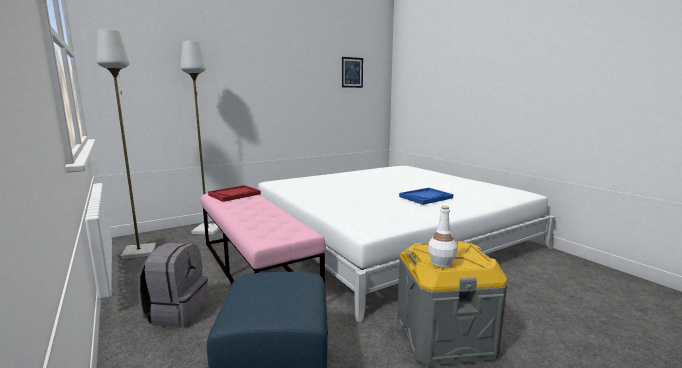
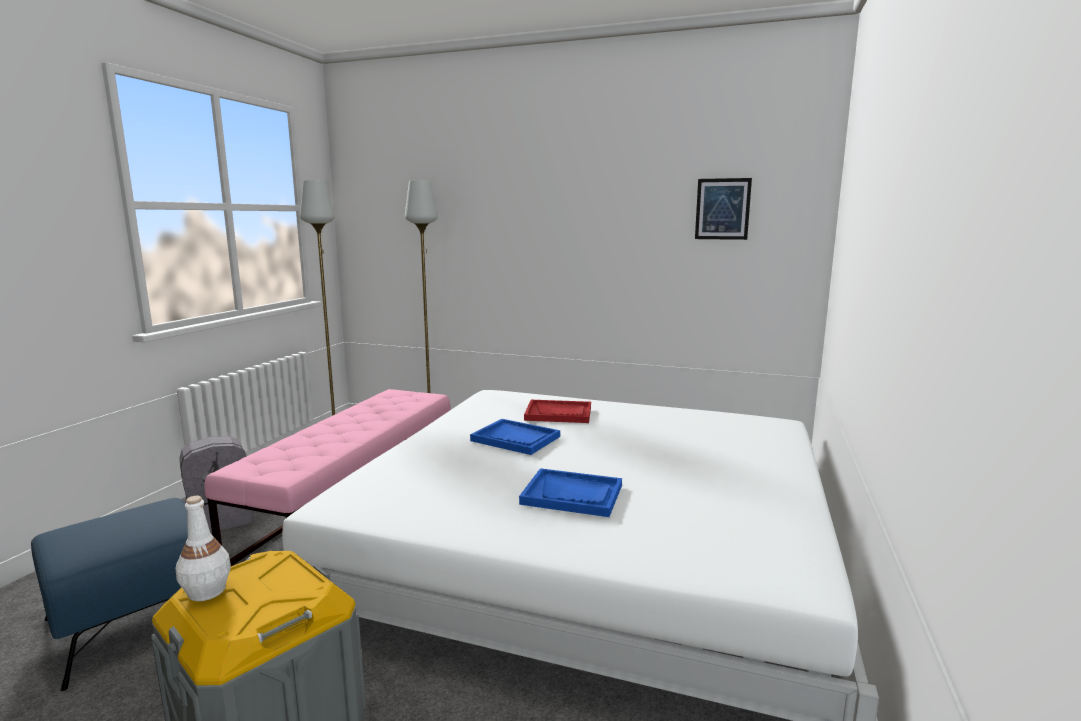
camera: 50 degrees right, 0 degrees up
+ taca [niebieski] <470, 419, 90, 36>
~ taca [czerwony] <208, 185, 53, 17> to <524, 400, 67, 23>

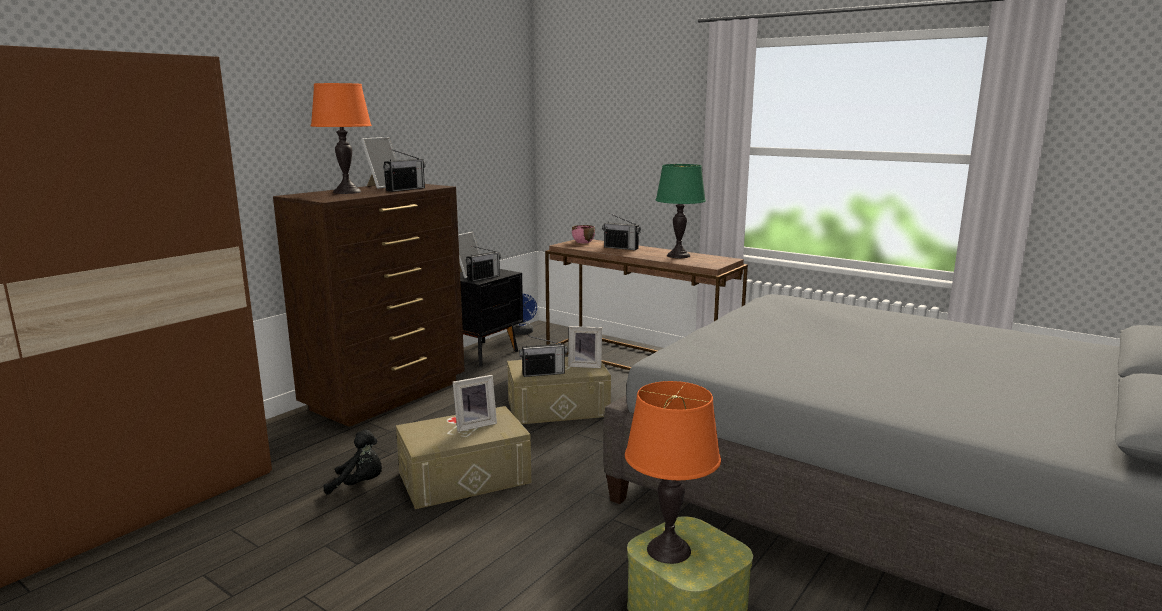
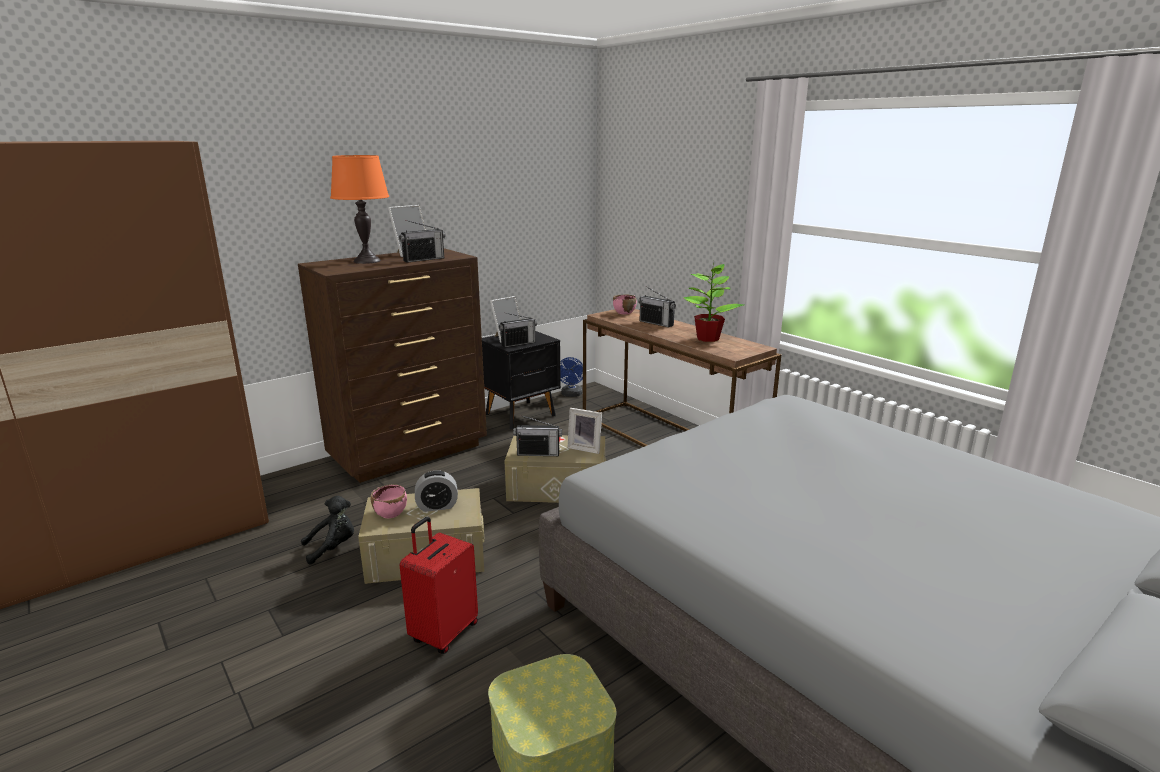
camera: 15 degrees right, 5 degrees up
~ pluszak [czarny] <323, 430, 59, 65> = <301, 496, 53, 69> 45 degrees counterclockwise
+ miska [różowy] <370, 484, 37, 34>
+ walizka [czerwony] <400, 517, 78, 137>
~ ramka na zdjęcie <453, 375, 44, 57> to budzik <415, 471, 43, 41>
~ lampa stołowa [zielony] <656, 164, 50, 94> to roślina doniczkowa <684, 261, 60, 81>
- lampa stołowa [pomarańczowy] <625, 381, 96, 183>

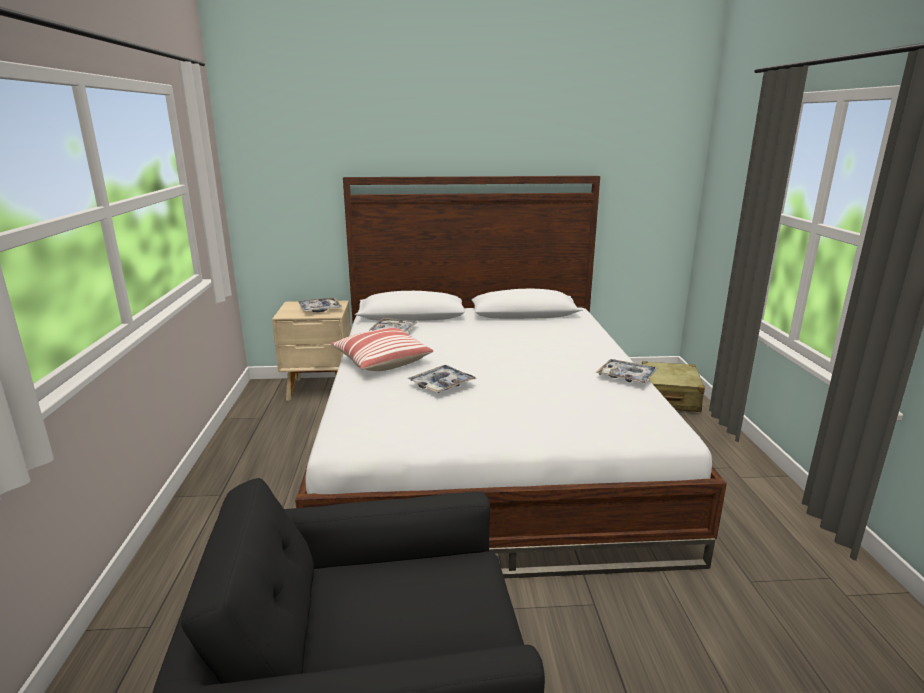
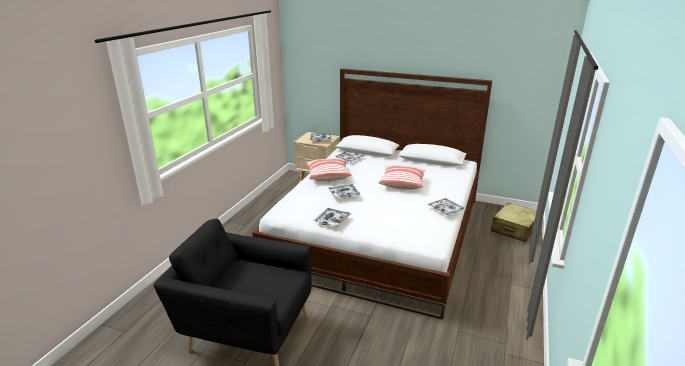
camera: 25 degrees right, 5 degrees up
+ taca <314, 208, 37, 19>
+ poduszka <379, 165, 47, 24>

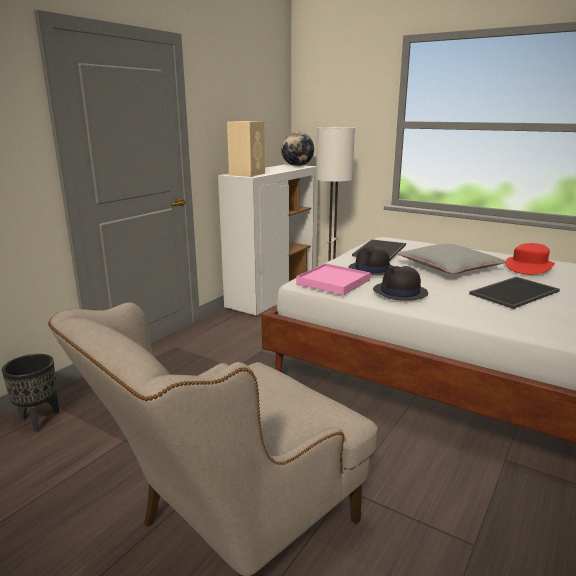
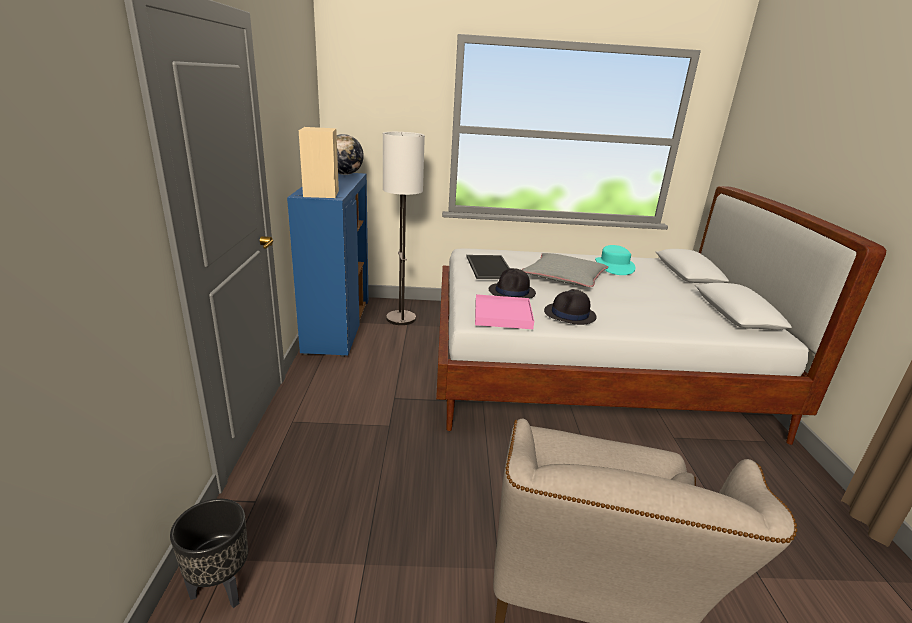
camera: 35 degrees left, 5 degrees up
~ szafka [biały] <218, 164, 100, 153> to szafka [niebieski] <287, 173, 82, 184>
~ kapelusz [czerwony] <505, 243, 50, 32> to kapelusz [turkusowy] <595, 245, 40, 30>
- taca <469, 277, 91, 32>

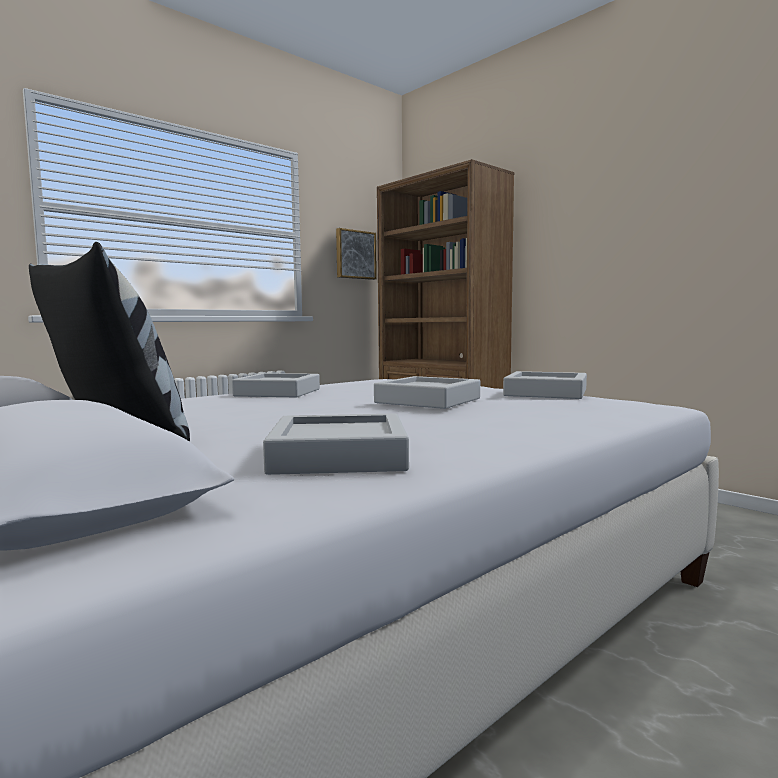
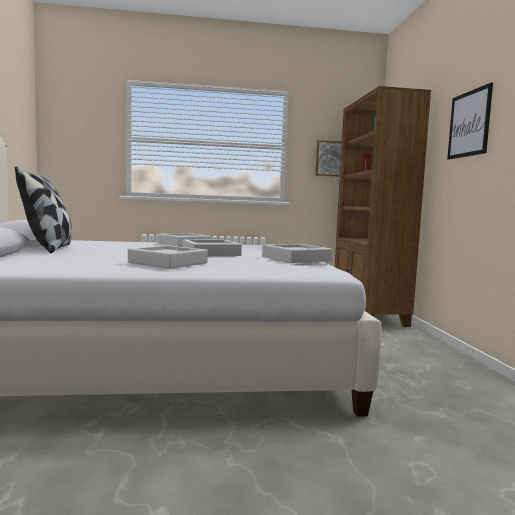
camera: 35 degrees right, 0 degrees up
~ taca [szary] <263, 414, 146, 61> to <128, 245, 80, 24>
+ obraz <447, 83, 46, 77>

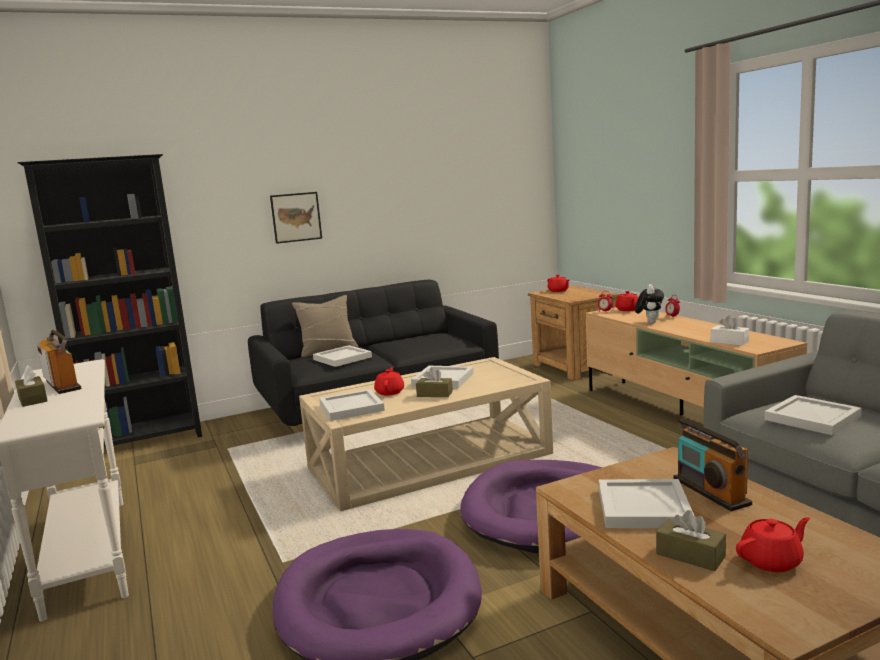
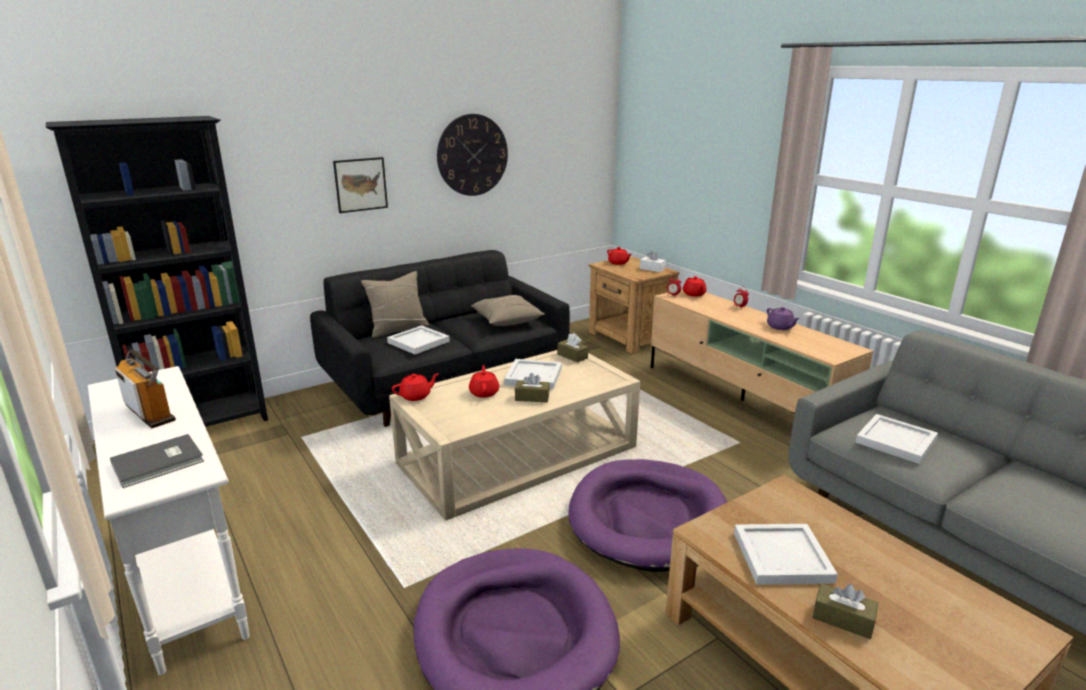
camera: 10 degrees left, 10 degrees up
+ książka [szary] <110, 434, 94, 54>
~ imbryk [czerwony] <736, 517, 74, 55> to <392, 373, 47, 28>
+ zegar ścienny <437, 114, 71, 82>
+ poduszka [beżowy] <471, 295, 74, 31>
~ pudełko chusteczek [brązowy] <15, 365, 33, 42> to <557, 333, 31, 30>
~ pudełko chusteczek [biały] <711, 315, 38, 31> to <640, 251, 26, 21>
+ imbryk [fioletowy] <767, 307, 33, 23>
- taca [biały] <319, 389, 66, 32>
- pluszak <635, 284, 29, 40>
- radio <674, 418, 78, 93>

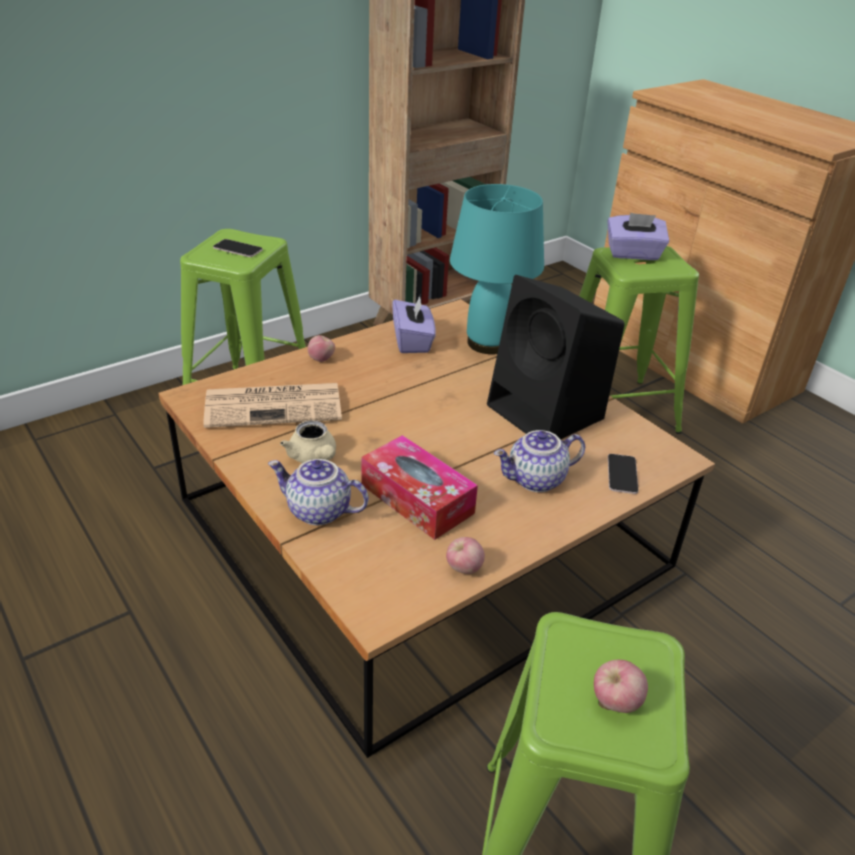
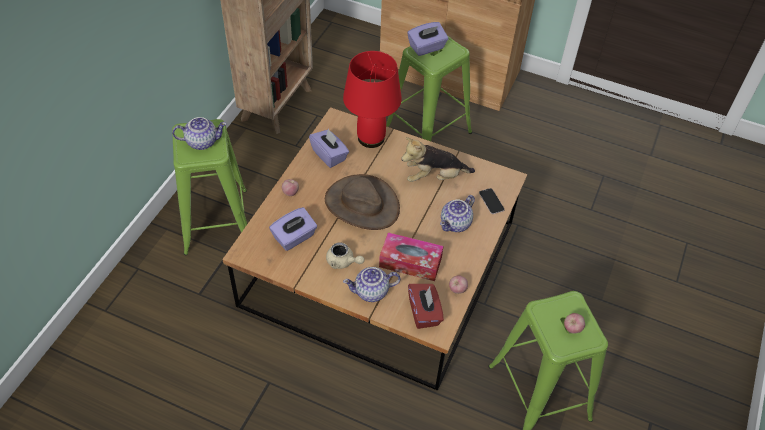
camera: 30 degrees left, 15 degrees up
~ telefon <213, 239, 50, 18> to imbryk <172, 117, 55, 33>
~ gazeta <203, 383, 139, 45> to pudełko chusteczek [fioletowy] <269, 207, 48, 44>
+ kapelusz [brązowy] <325, 174, 75, 56>
~ lampa stołowa [turkusowy] <450, 184, 94, 170> to lampa stołowa [czerwony] <343, 51, 59, 97>
~ głośnik [czarny] <487, 275, 138, 165> to pluszak <401, 137, 74, 45>
+ pudełko chusteczek [czerwony] <408, 284, 36, 45>

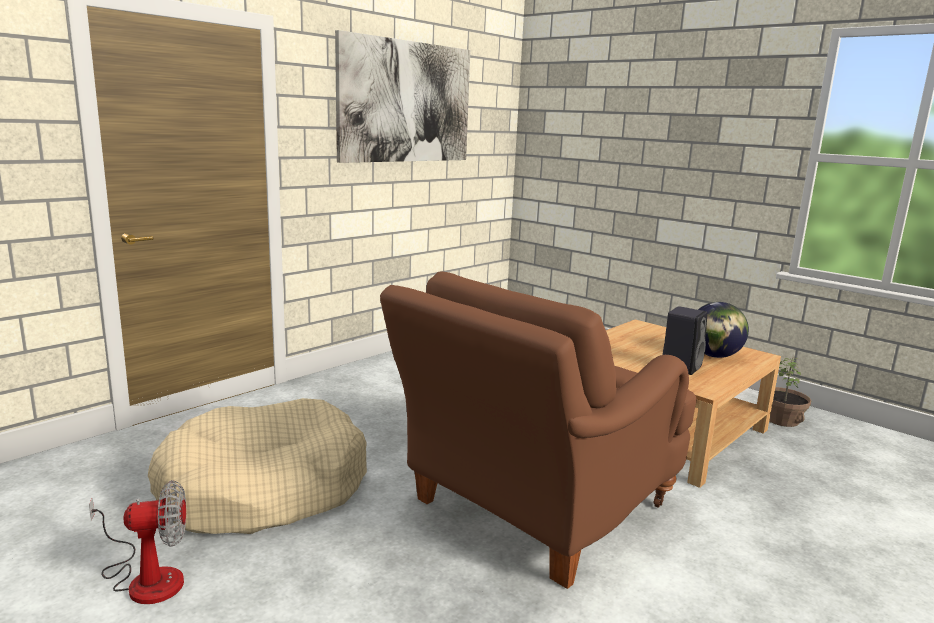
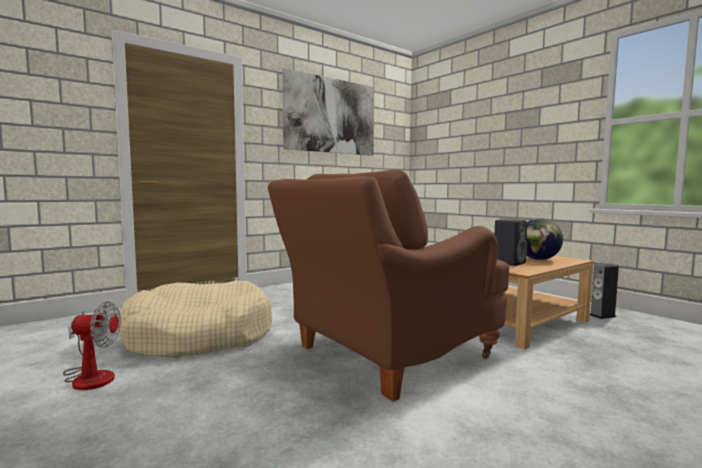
camera: 10 degrees right, 10 degrees down
~ roślina doniczkowa <769, 357, 42, 70> to głośnik <590, 263, 29, 56>

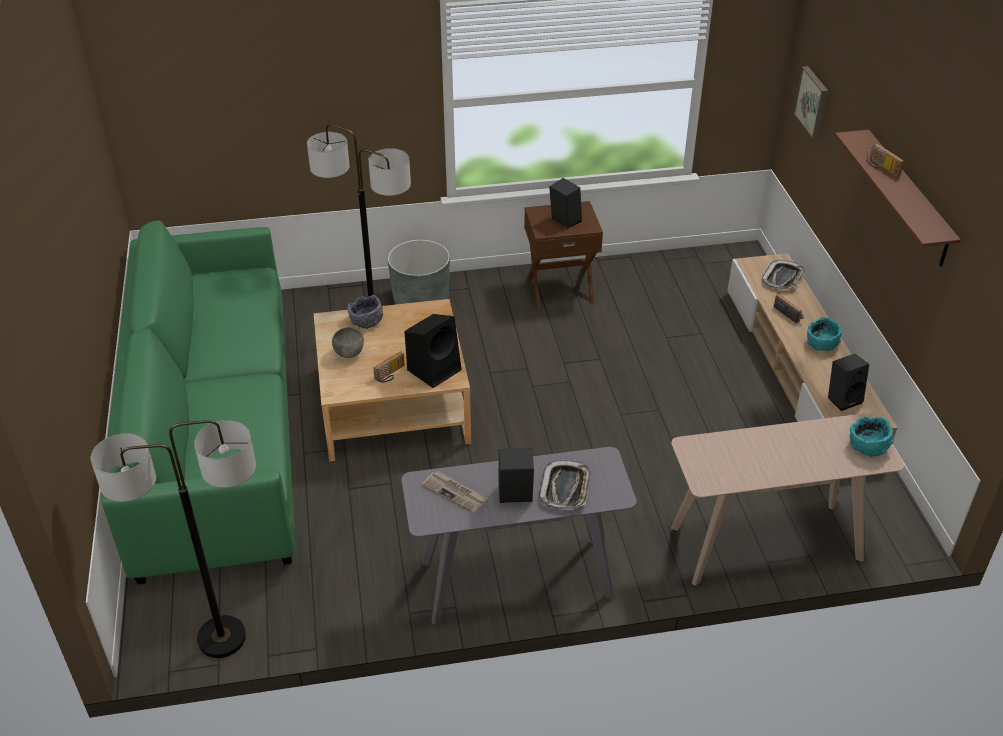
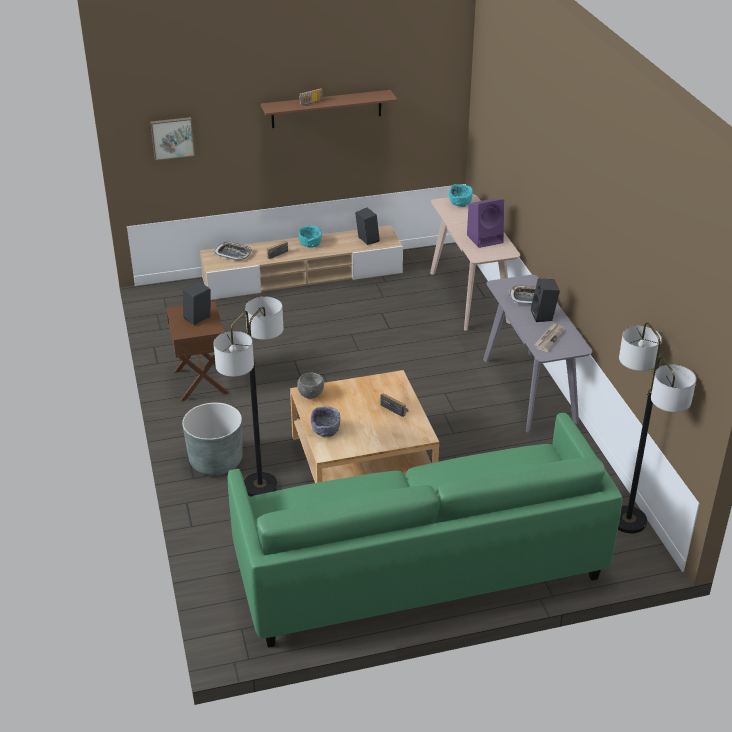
camera: 95 degrees left, 5 degrees down
~ miska [szary] <332, 327, 32, 31> to <297, 373, 27, 26>
+ głośnik [fioletowy] <467, 199, 37, 49>
- głośnik [czarny] <405, 314, 57, 74>

